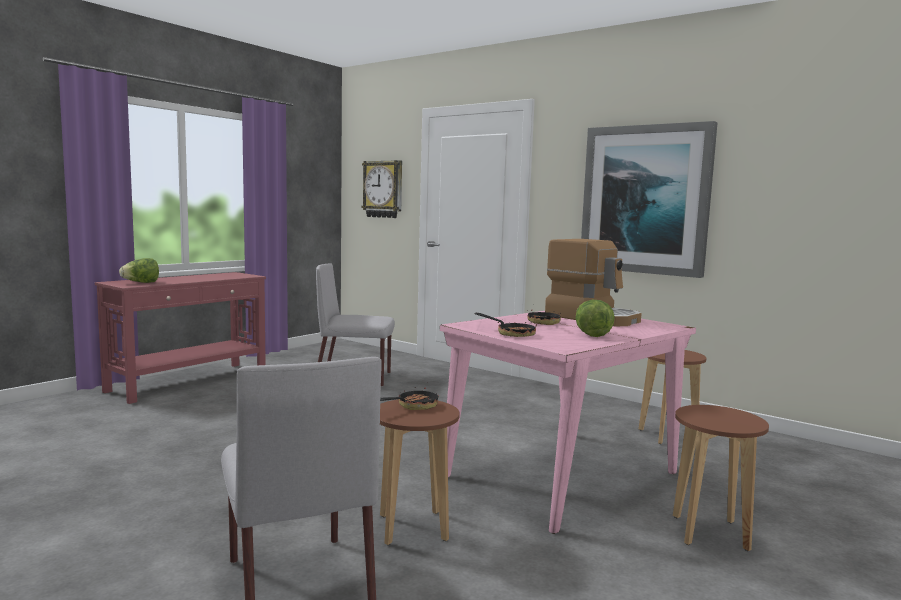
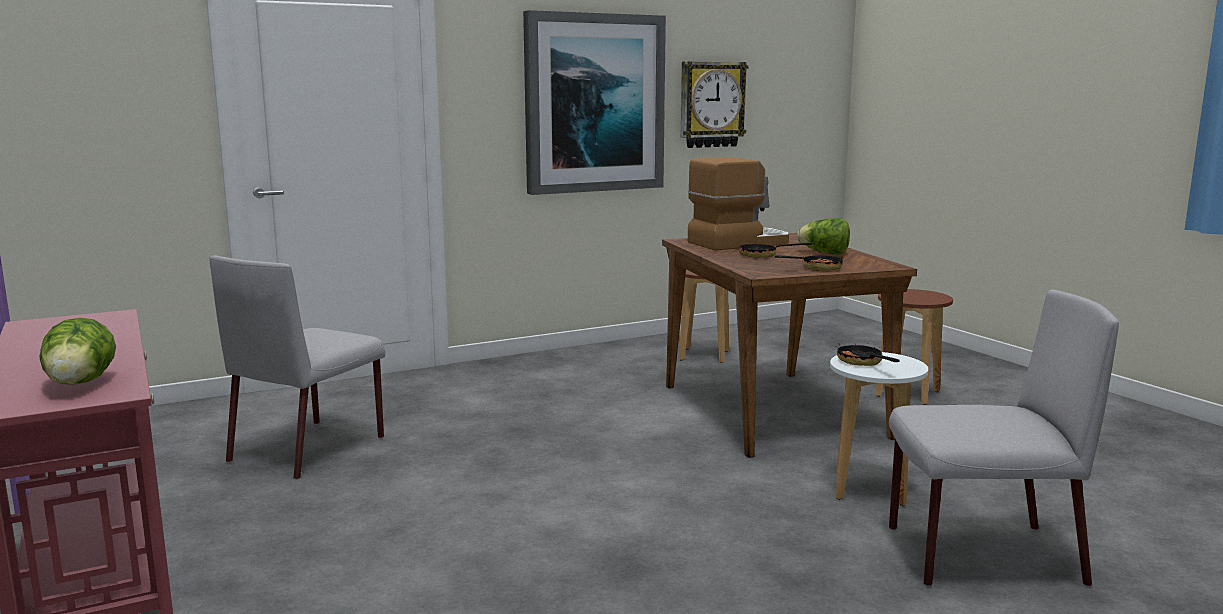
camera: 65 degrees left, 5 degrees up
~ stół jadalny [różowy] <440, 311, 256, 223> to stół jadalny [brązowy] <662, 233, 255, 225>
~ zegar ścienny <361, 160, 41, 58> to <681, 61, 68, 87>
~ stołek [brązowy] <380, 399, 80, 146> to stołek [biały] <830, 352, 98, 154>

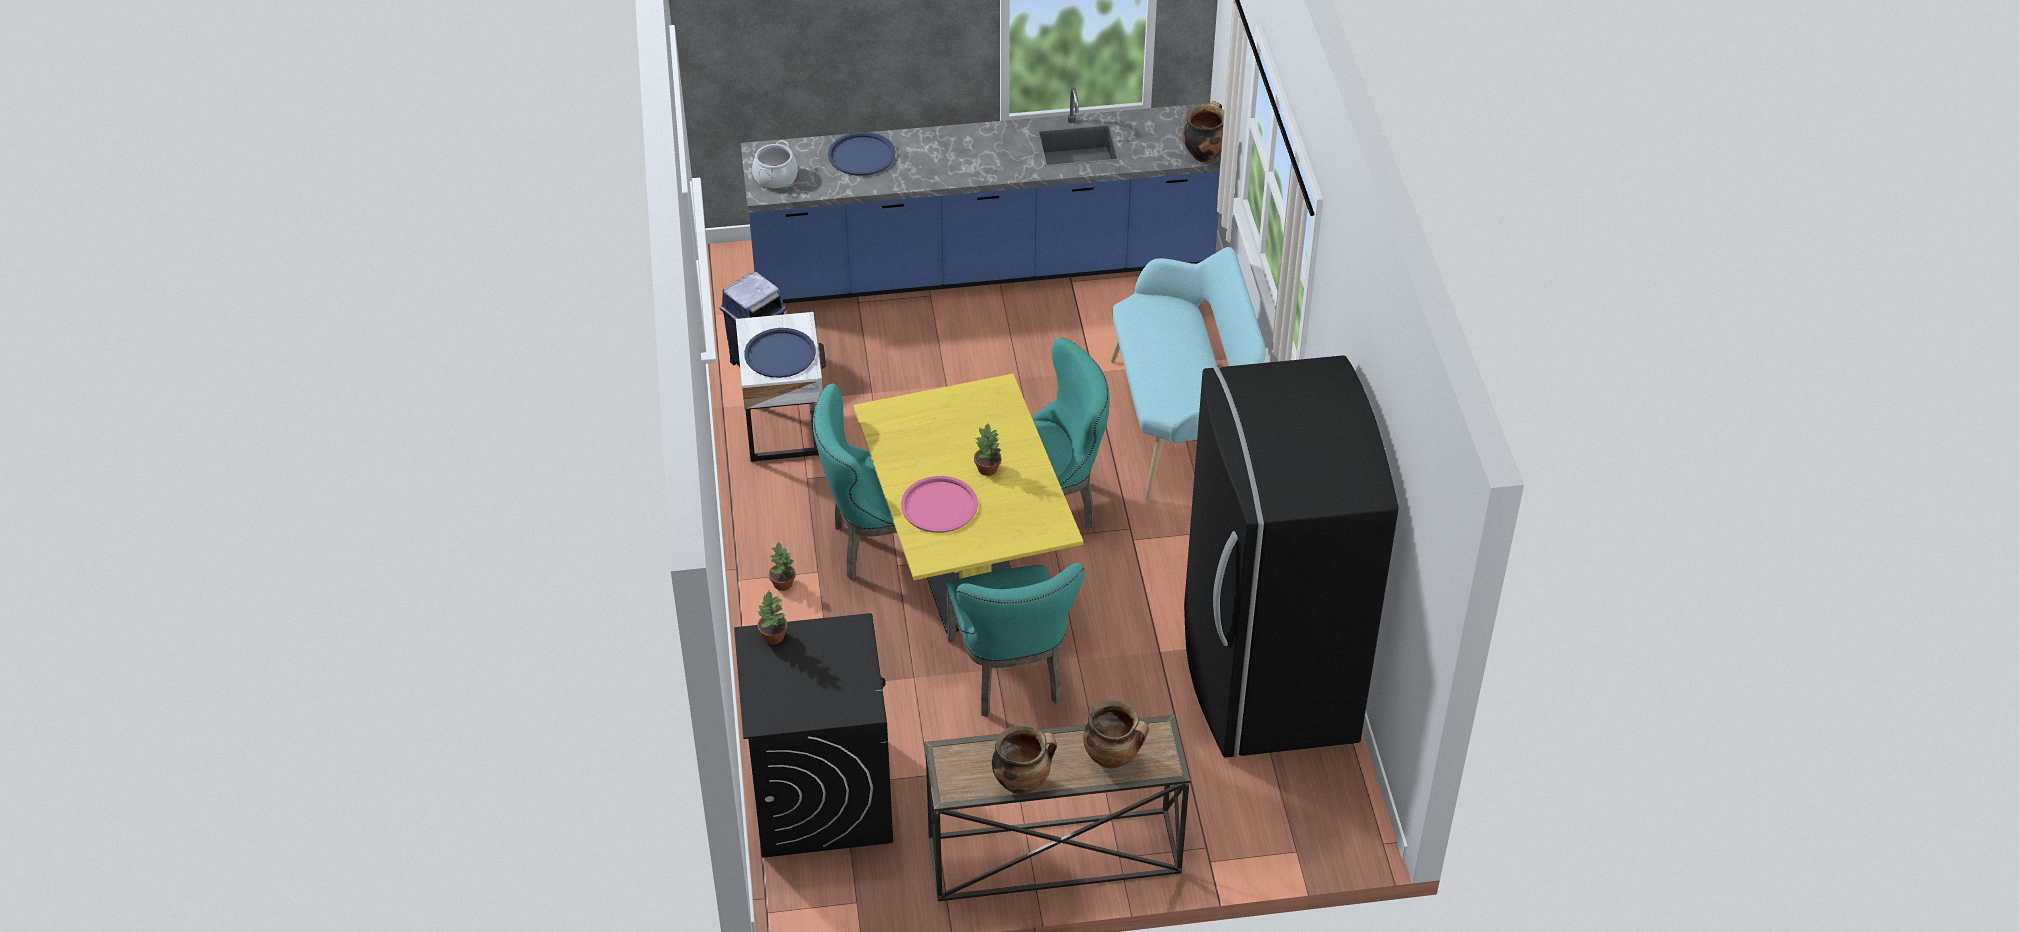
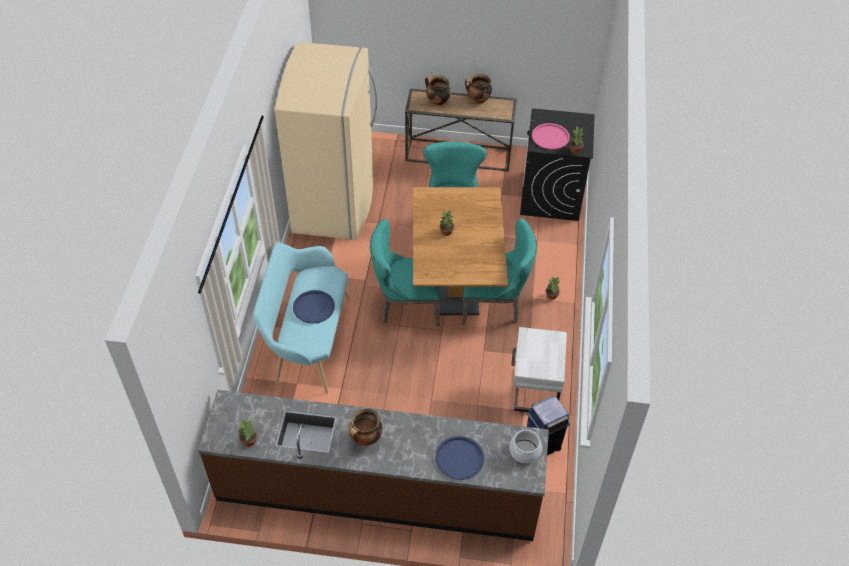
camera: 165 degrees left, 5 degrees up
~ zabudowa kuchenna [niebieski] <741, 88, 480, 216> to zabudowa kuchenna [brązowy] <198, 390, 351, 151>
+ roślina doniczkowa <238, 420, 19, 27>
~ lodówka [czarny] <1184, 355, 215, 403> to lodówka [beżowy] <275, 42, 103, 198>
~ taca [niebieski] <744, 328, 72, 50> to <293, 290, 42, 34>
~ garnek <1183, 101, 41, 61> to <349, 408, 33, 38>
~ stół jadalny [żółty] <854, 374, 229, 260> to stół jadalny [brązowy] <413, 187, 95, 128>
~ taca [różowy] <901, 476, 77, 57> to <532, 123, 38, 27>

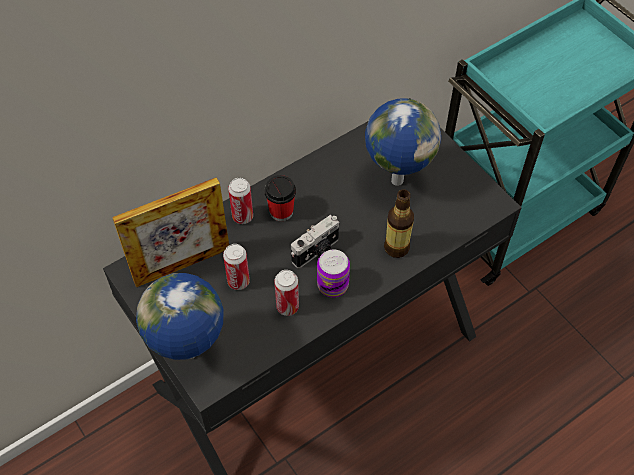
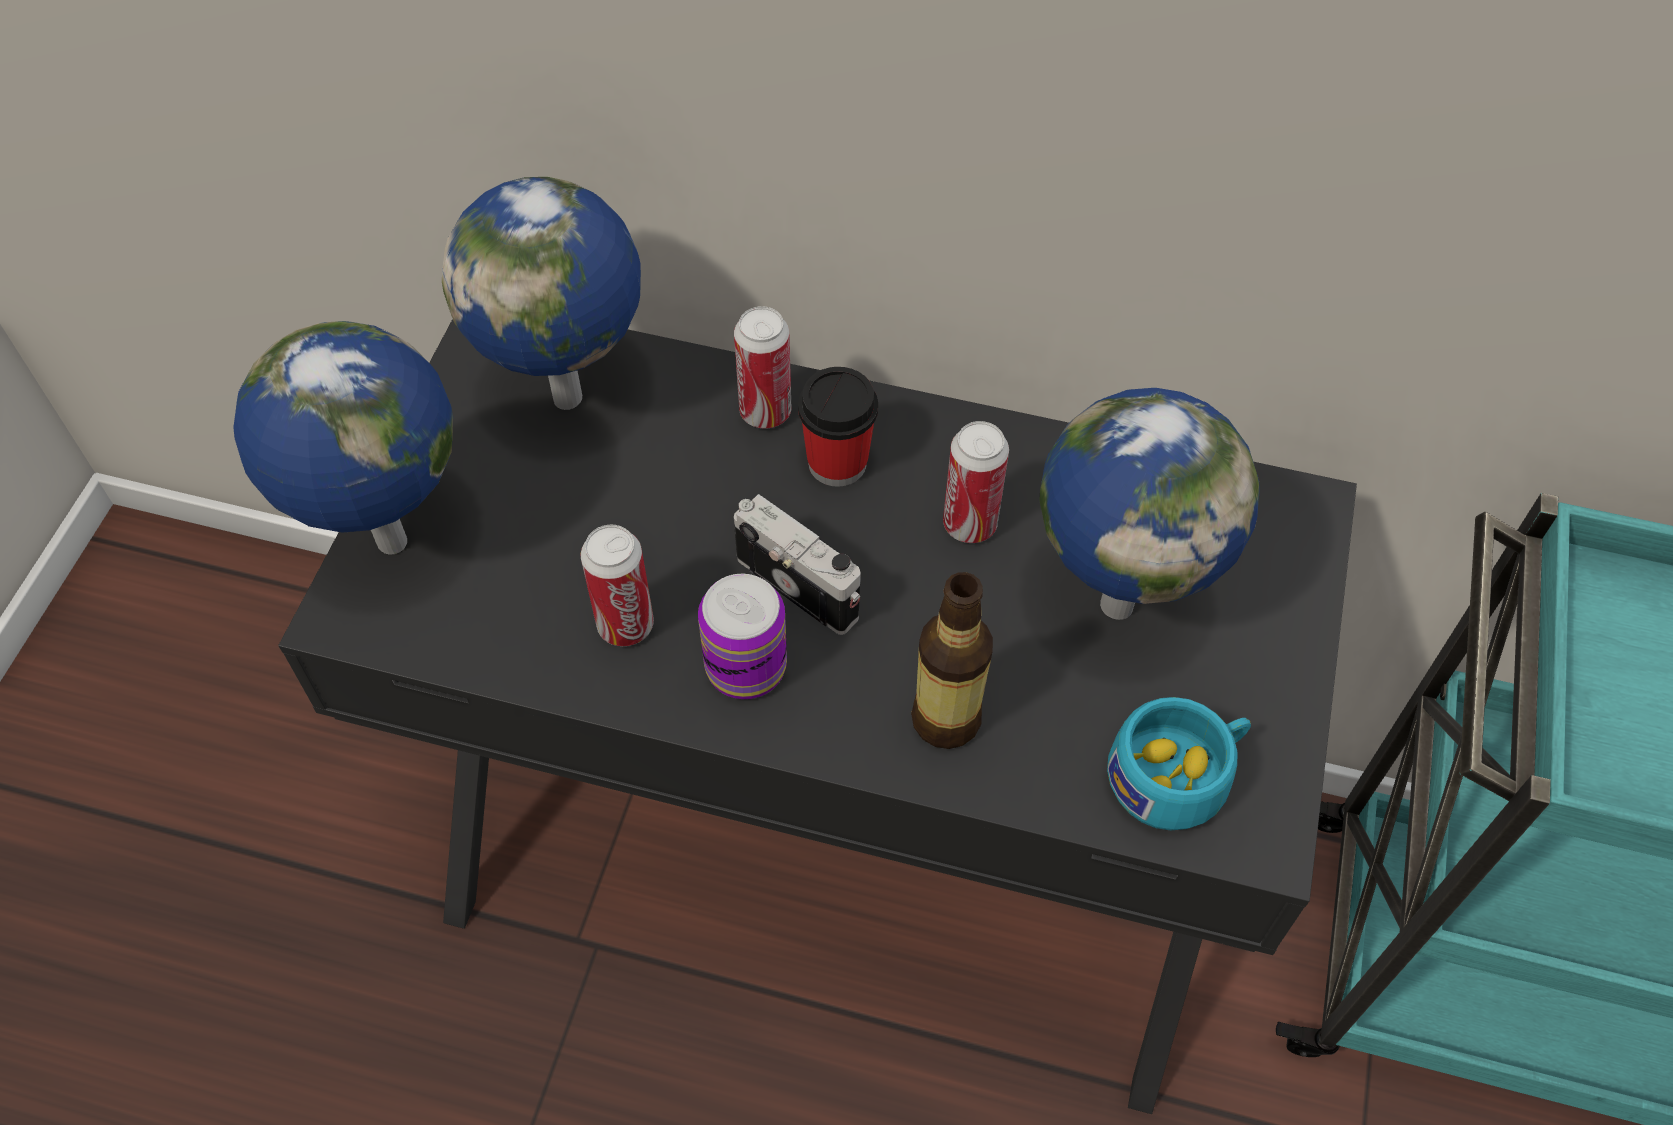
camera: 50 degrees right, 0 degrees up
~ ramka na zdjęcie <112, 177, 117, 110> to globus <442, 177, 199, 233>
~ aparat fotograficzny <291, 215, 48, 53> = <734, 494, 127, 141> 150 degrees counterclockwise
~ puszka <223, 244, 27, 46> to <943, 421, 66, 122>
+ filiżanka [turkusowy] <1107, 697, 144, 133>

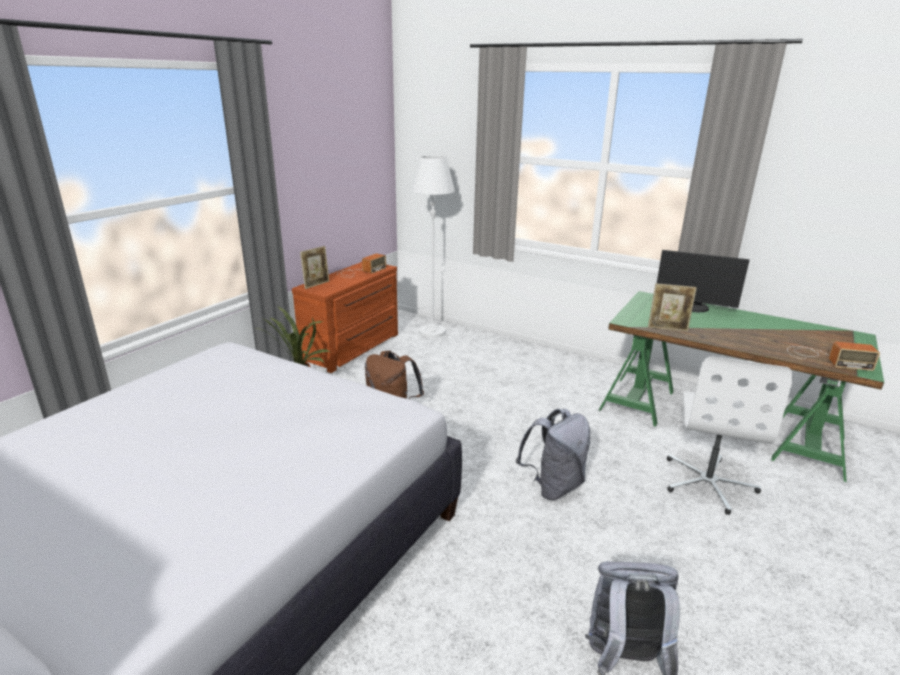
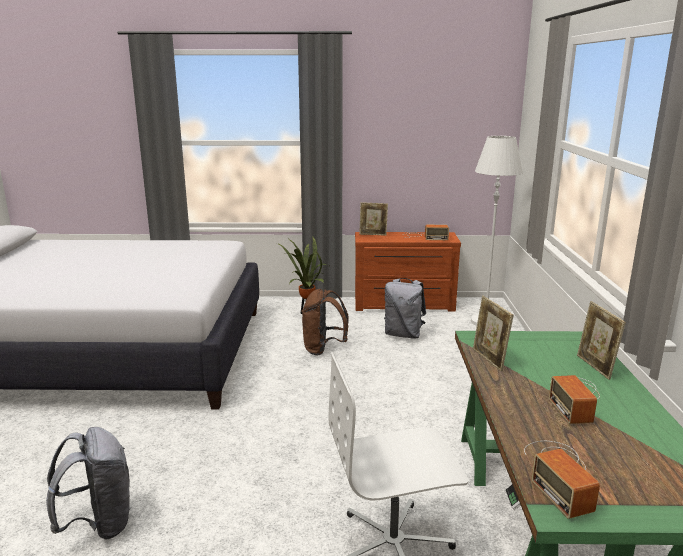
camera: 60 degrees right, 5 degrees down
~ plecak [szary] <516, 409, 74, 91> to <384, 278, 42, 61>
+ radio <549, 375, 51, 49>
~ monitor <657, 250, 93, 62> to ramka na zdjęcie <577, 301, 49, 79>

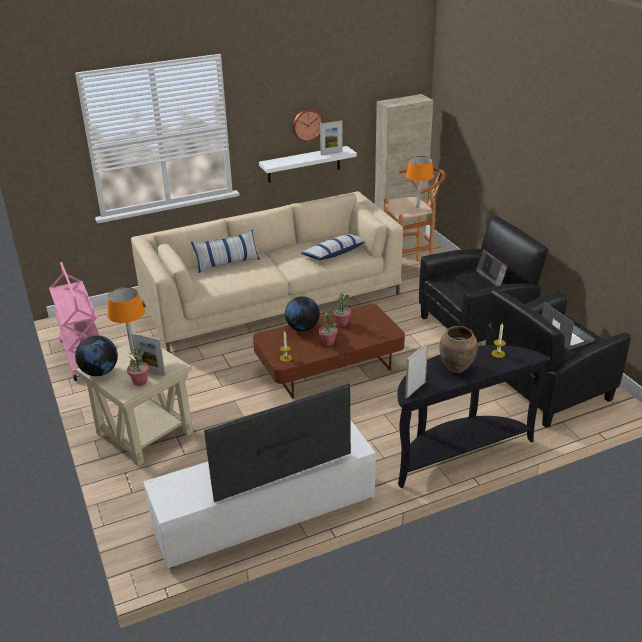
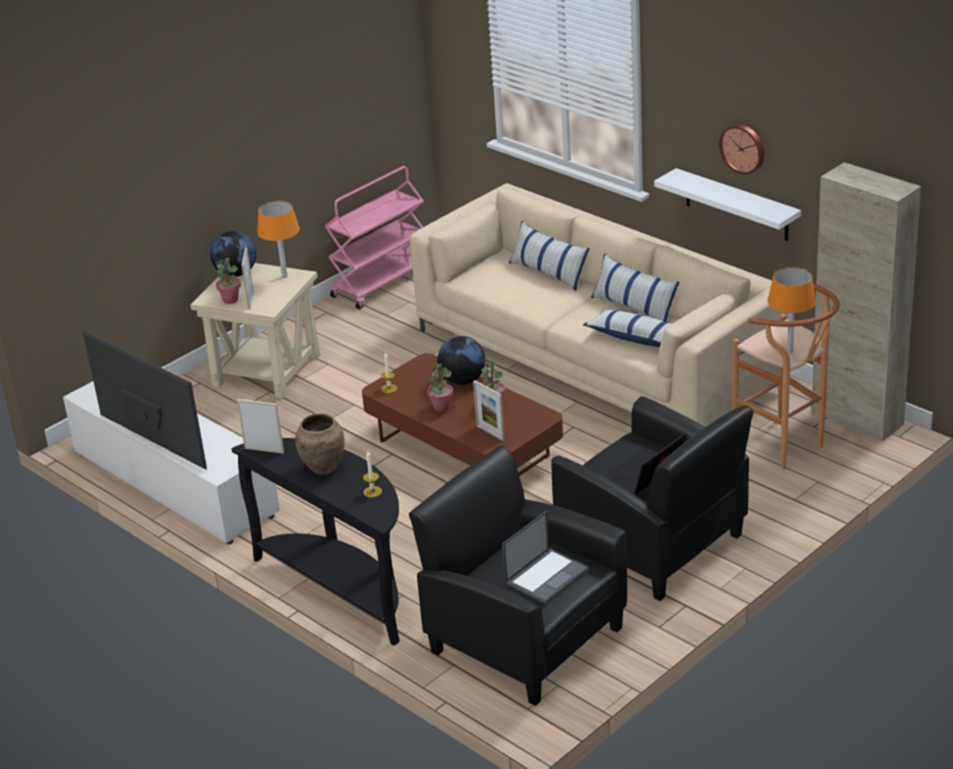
camera: 70 degrees right, 0 degrees up
~ ramka na zdjęcie <320, 121, 23, 34> to <473, 380, 32, 61>
+ poduszka <591, 254, 88, 68>

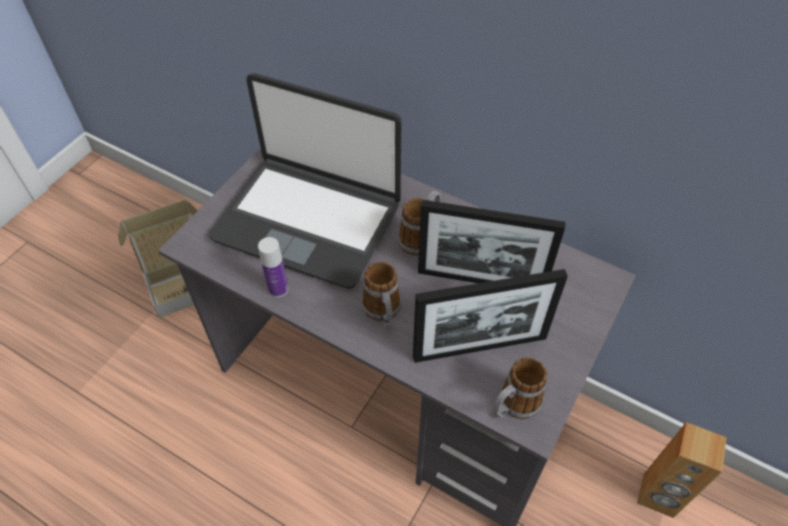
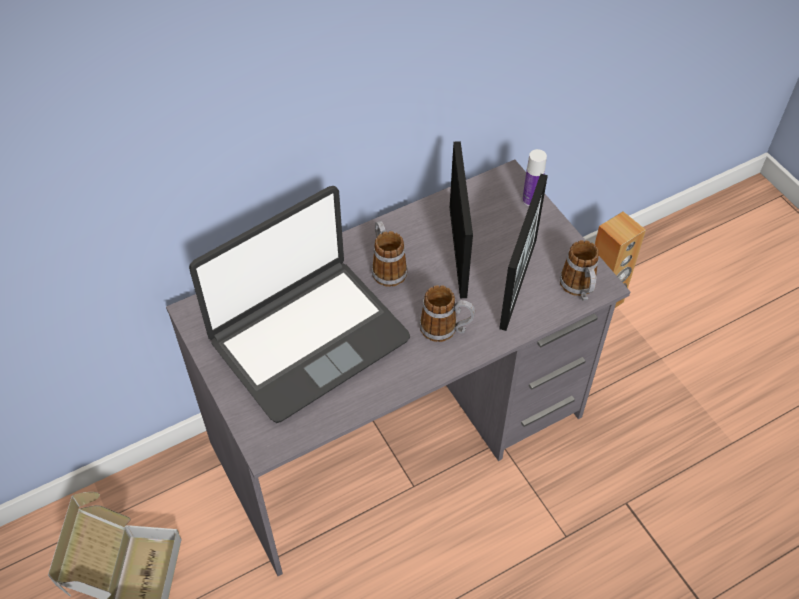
camera: 60 degrees left, 0 degrees up
~ ramka na zdjęcie <418, 200, 148, 83> = <450, 141, 23, 157> 45 degrees counterclockwise
~ butelka <258, 237, 31, 60> to <522, 149, 25, 57>

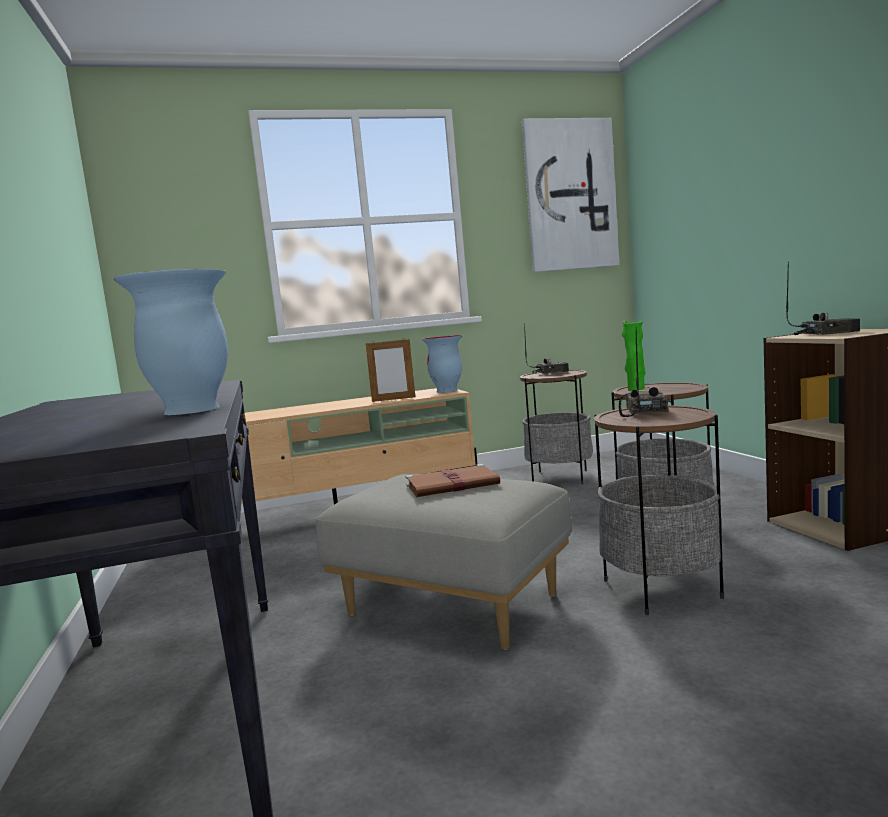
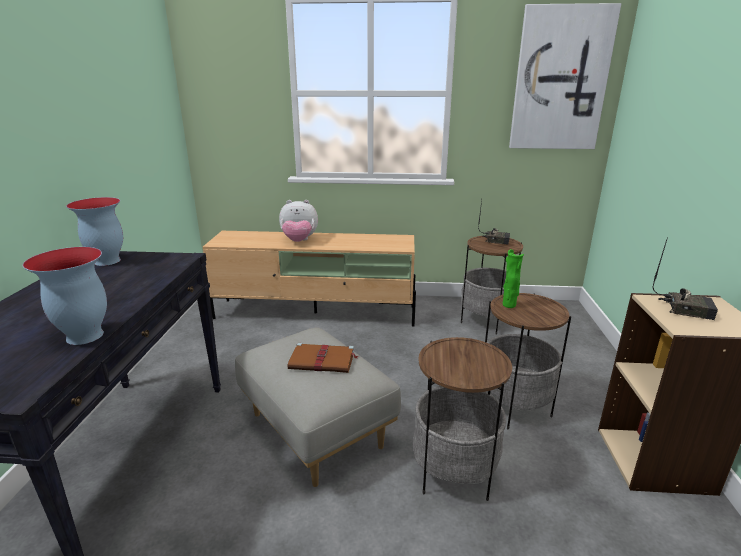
camera: 20 degrees right, 15 degrees up
~ wazon <422, 335, 41, 58> to <66, 197, 57, 69>
+ pluszak <279, 200, 39, 42>
- ramka na zdjęcie <366, 339, 49, 63>
- radio <619, 330, 50, 87>

